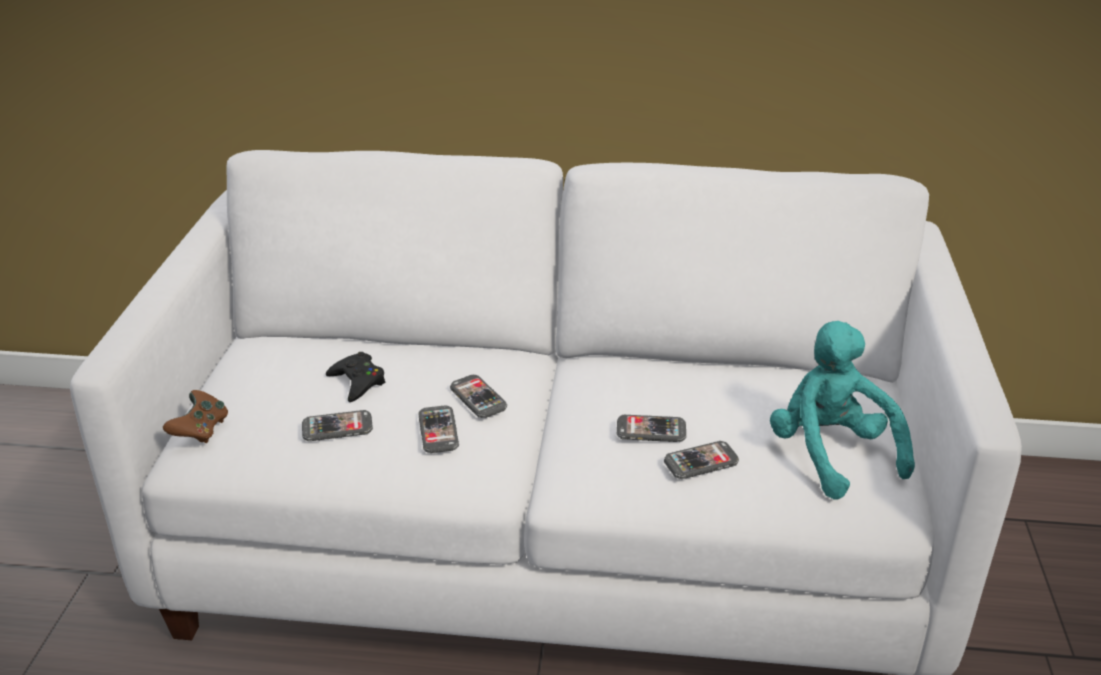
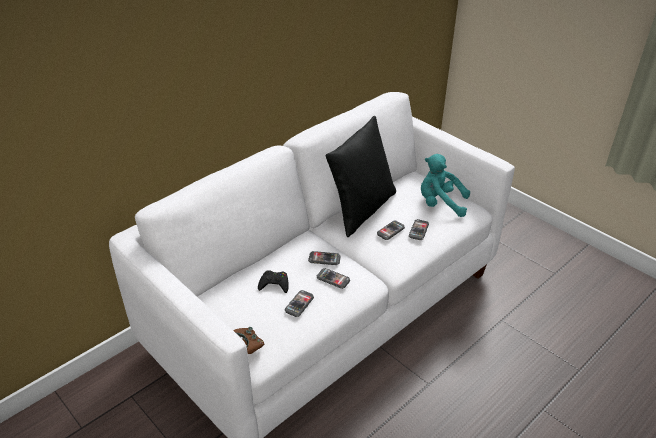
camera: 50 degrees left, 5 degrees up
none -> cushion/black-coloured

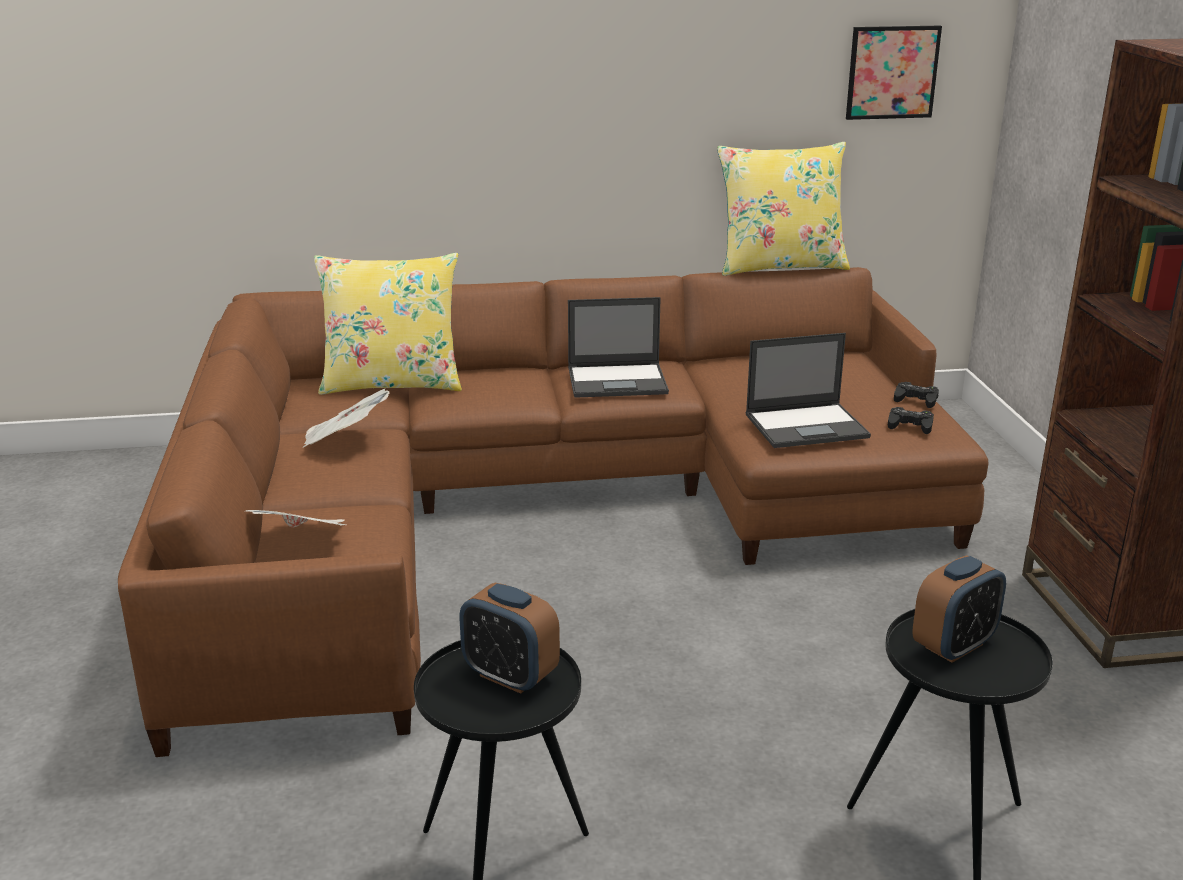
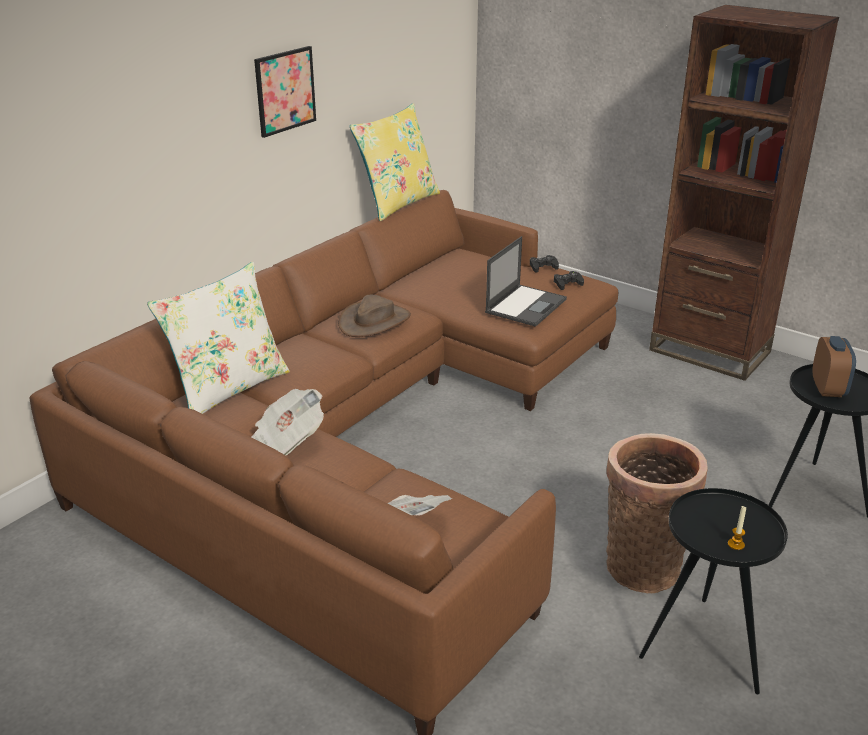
camera: 45 degrees left, 5 degrees up
cushion/yellow (1st from left) -> cushion/white
bedside clock (1st from left) -> none
notebook computer (1st from left) -> clothing hat/brown
wall picture, moved
none -> household basket
none -> candle

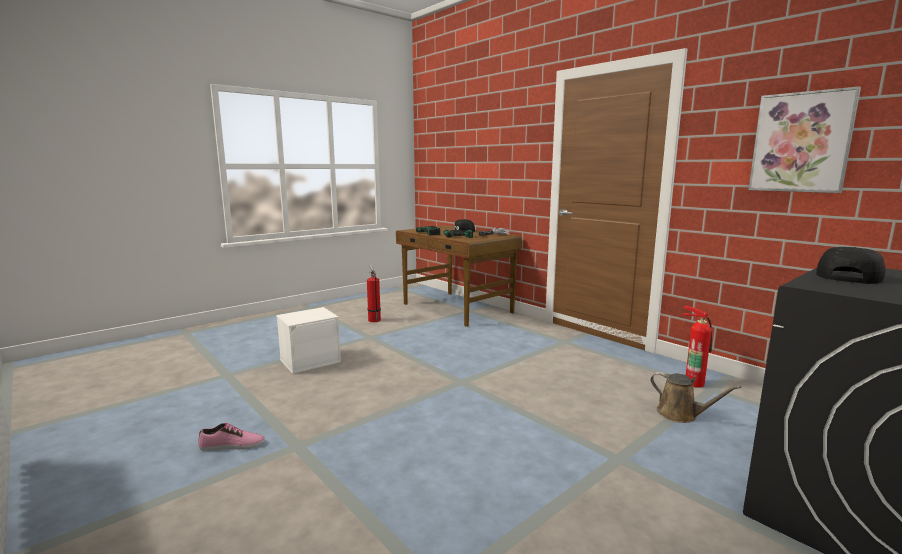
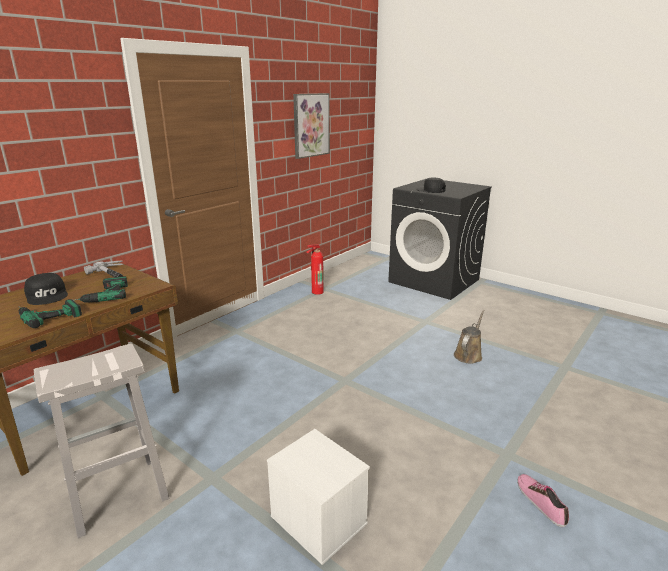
camera: 100 degrees left, 10 degrees up
fire extinguisher (1st from left) -> sitting stool/white
sprinkling can/brown, moved

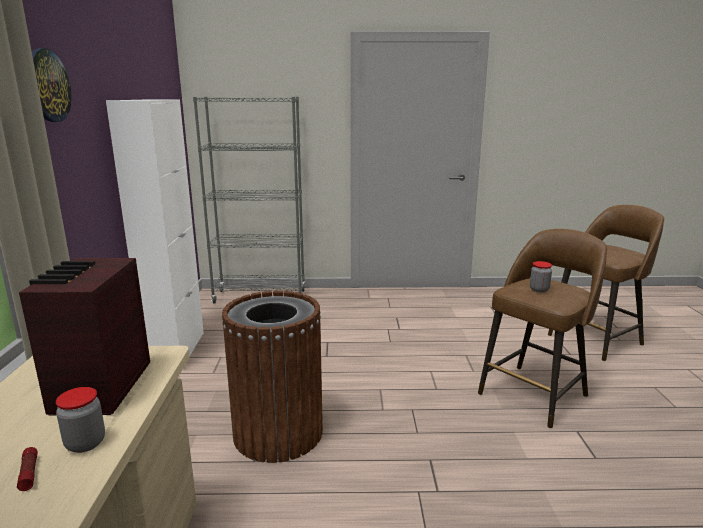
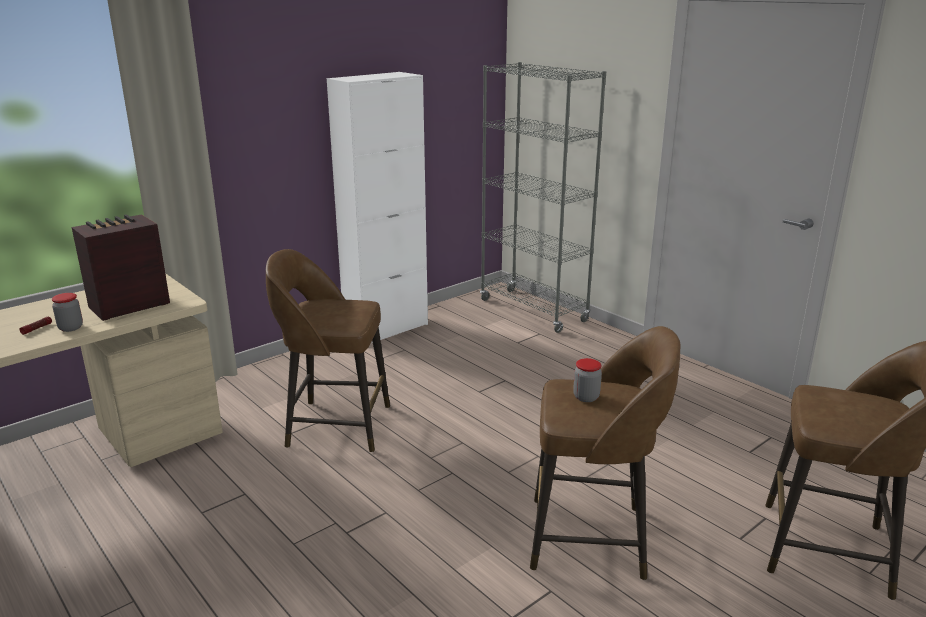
camera: 50 degrees right, 5 degrees up
hanging clock -> none
rubbish bin/brown -> sitting stool/brown (1st from left)

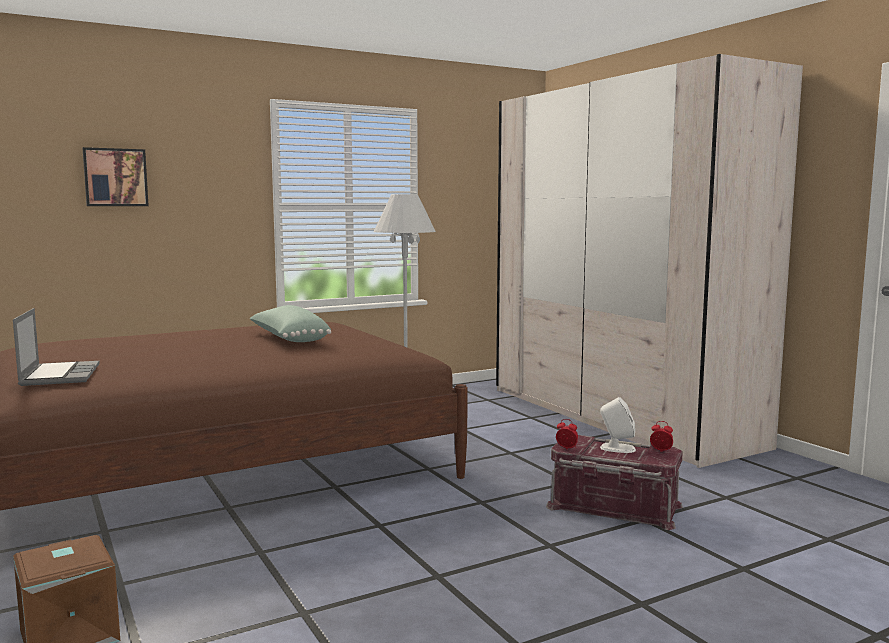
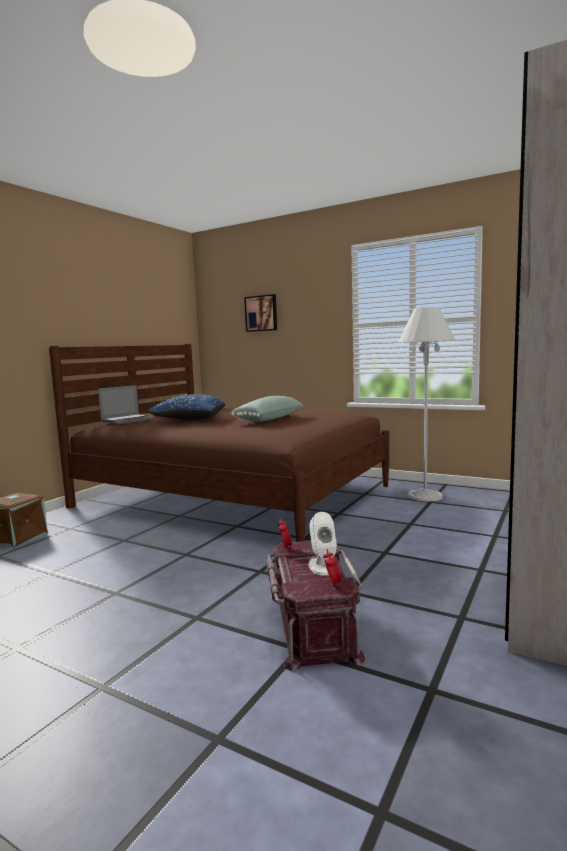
camera: 60 degrees right, 0 degrees up
none -> cushion/blue

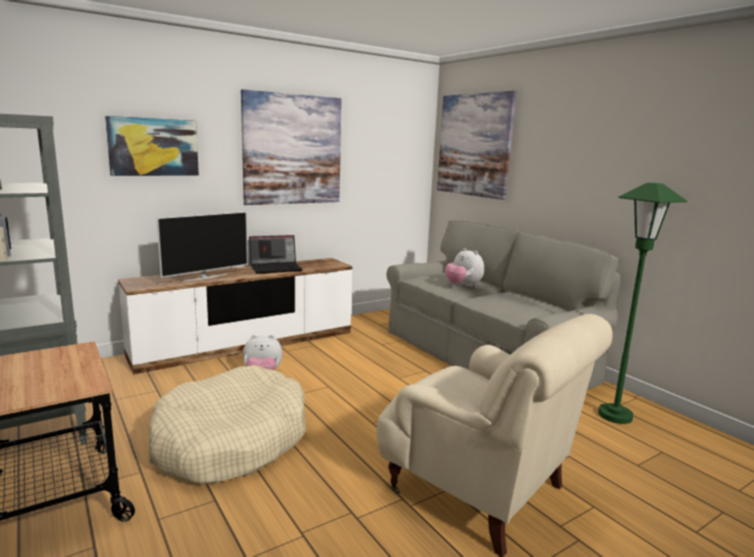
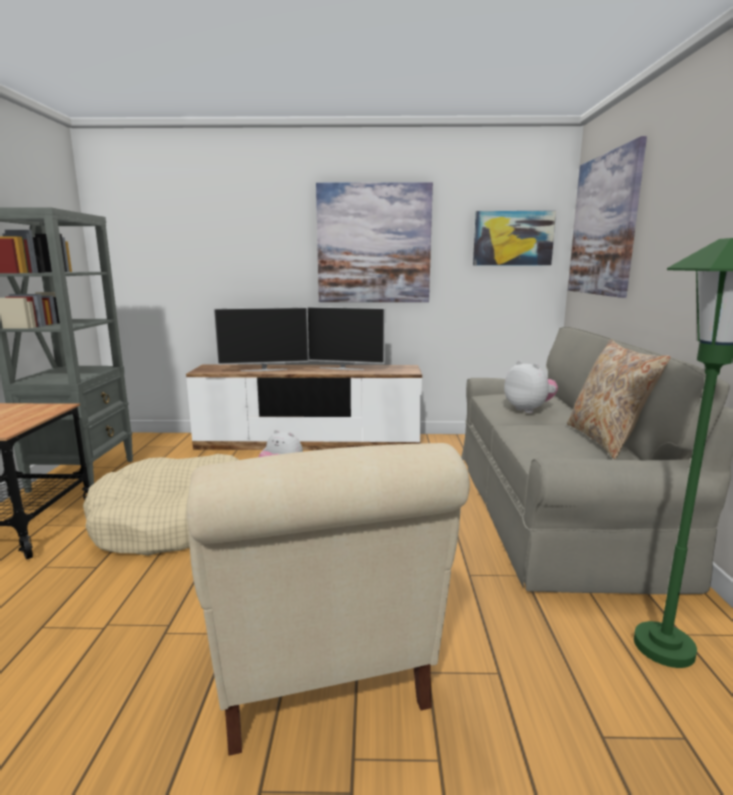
camera: 35 degrees right, 0 degrees up
wall picture (1st from left in the first image) -> wall picture (2nd from left), moved
notebook computer -> TV (2nd from left)
soft toy (2nd from left), 150 degrees clockwise
none -> cushion/beige

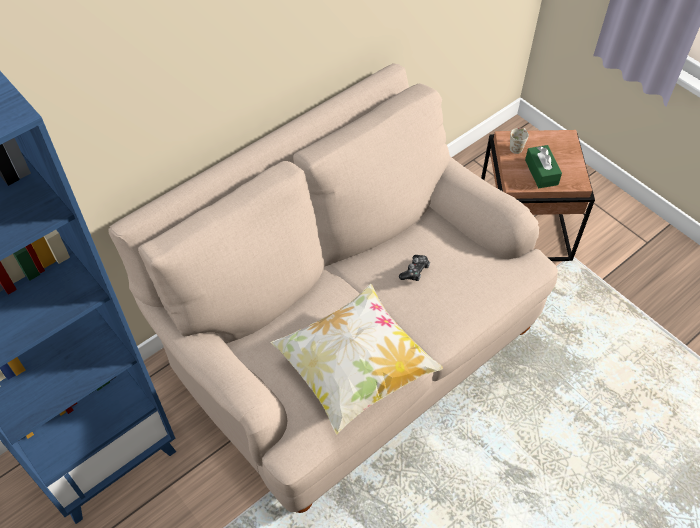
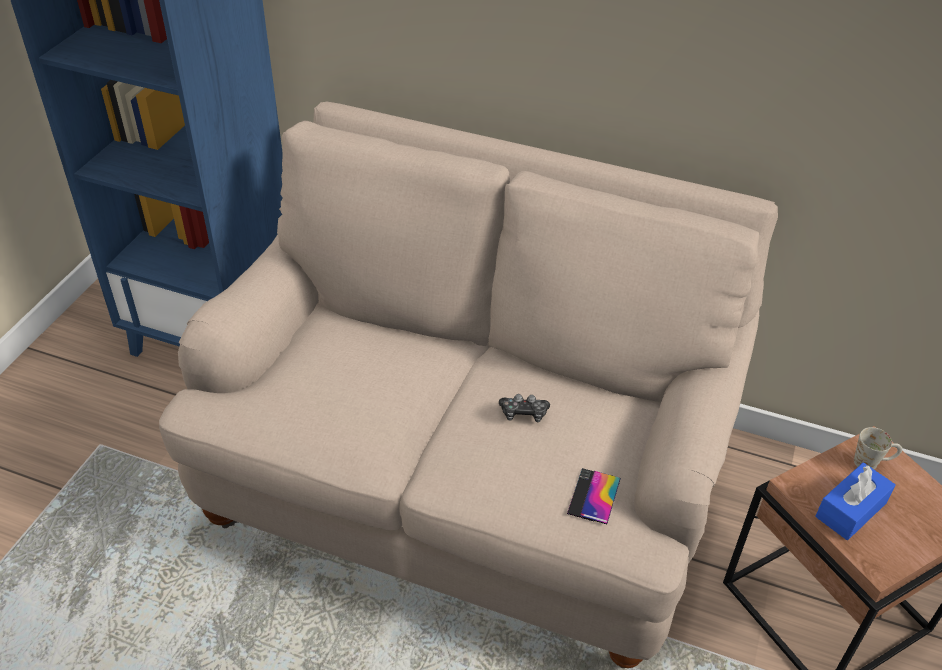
camera: 60 degrees right, 10 degrees down
cushion -> none
tissue holder/green-coloured -> tissue holder/blue
none -> handset

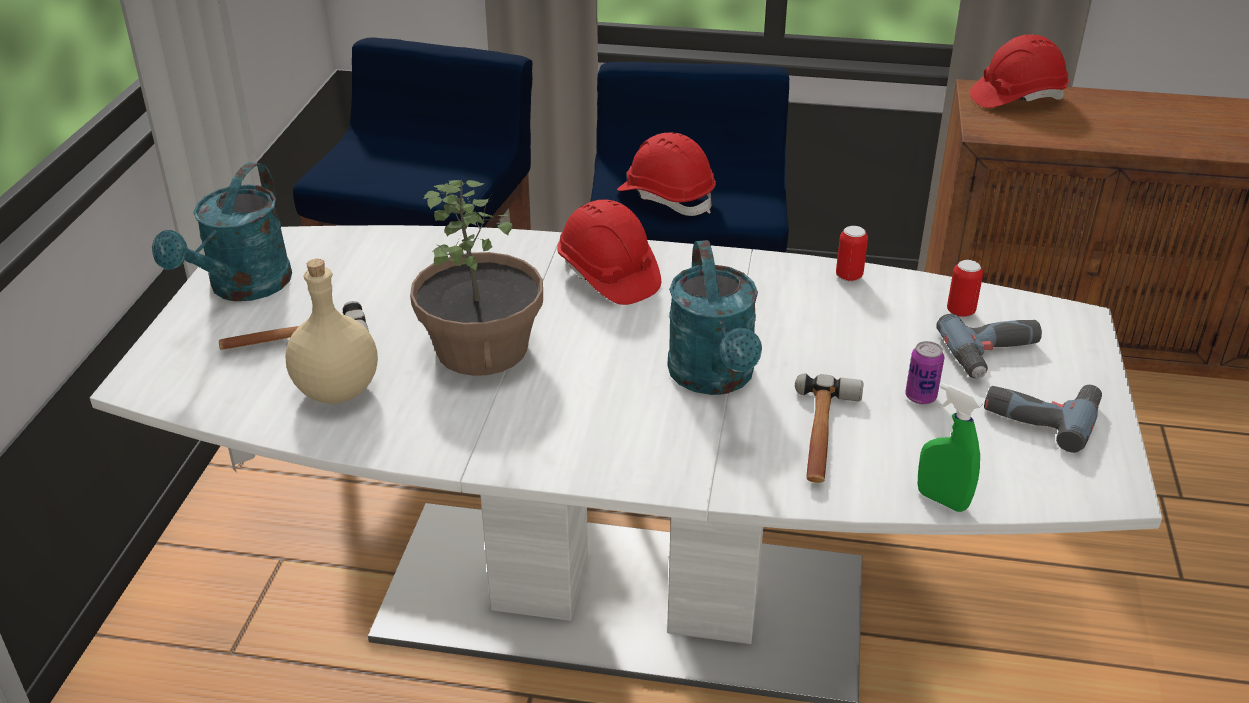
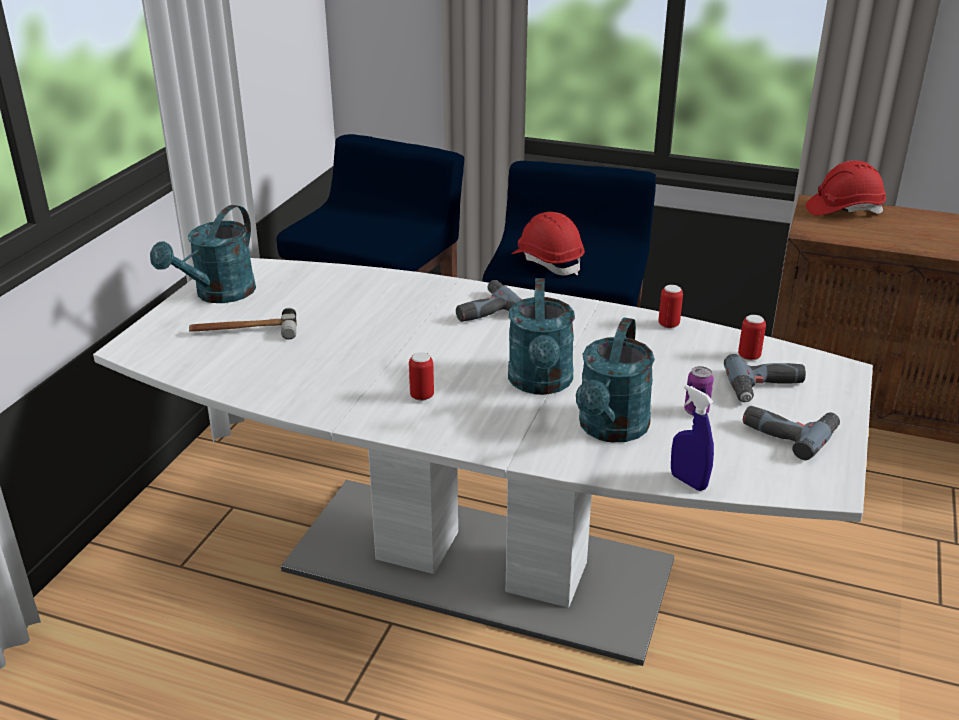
camera: 10 degrees right, 5 degrees down
beverage bottle/beige -> none
potted plant -> none
work helmet/red (1st from left) -> electric drill (1st from left)
hand hammer (2nd from left) -> sprinkling can/turquoise-coloured (3rd from left)
spray bottle/green-coloured -> spray bottle/blue
none -> sealed can (1st from left)

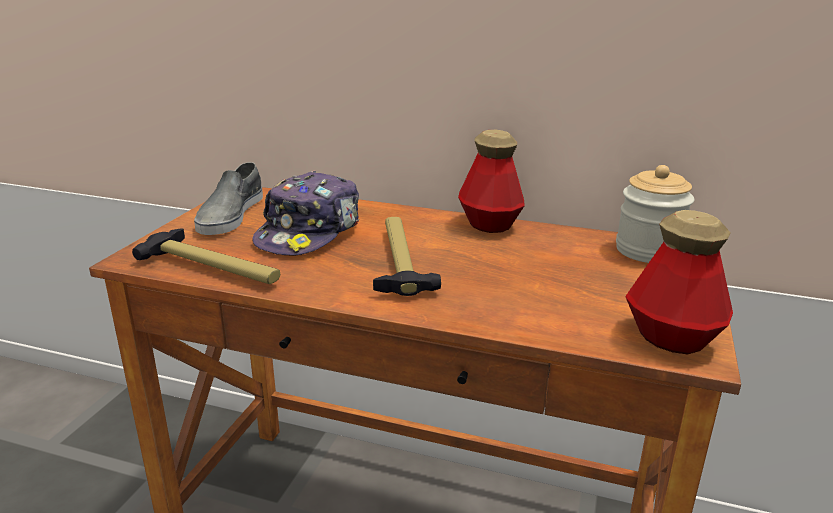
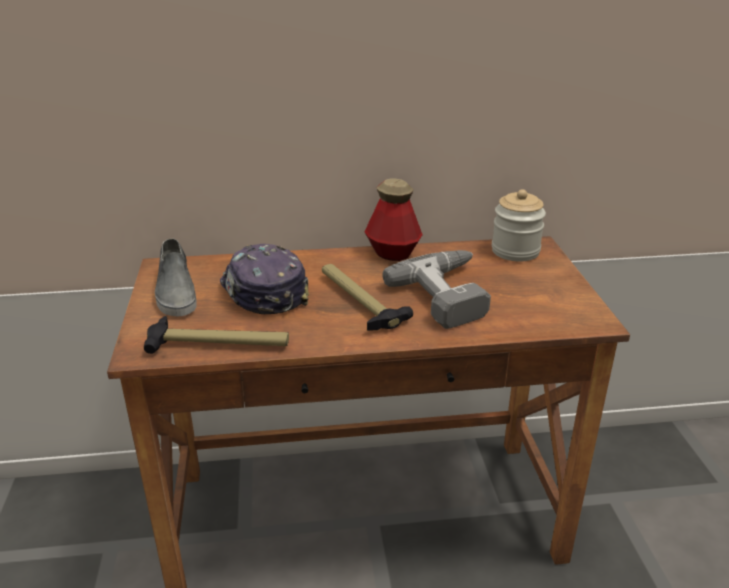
camera: 25 degrees left, 5 degrees up
baseball cap, 150 degrees clockwise
beverage bottle (2nd from left) -> none
none -> electric drill

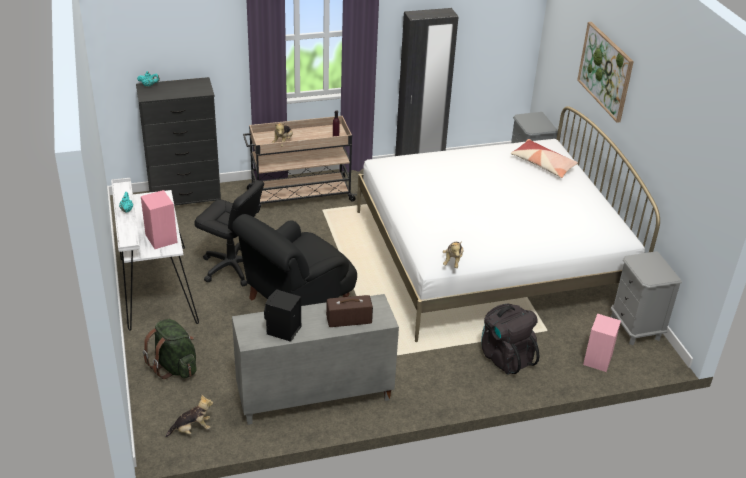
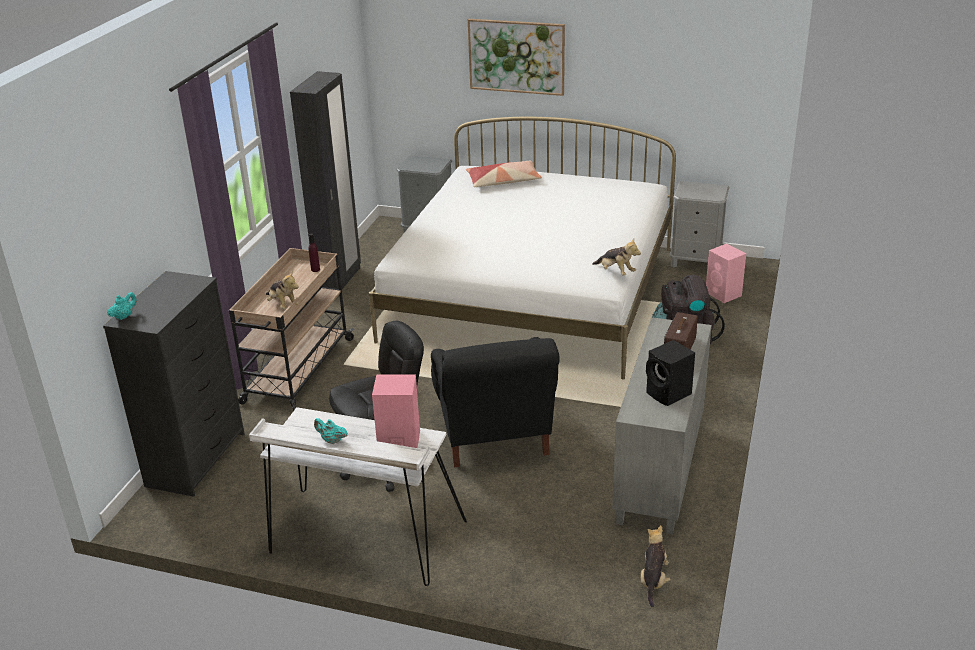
camera: 55 degrees left, 5 degrees down
rucksack/green-coloured -> none

